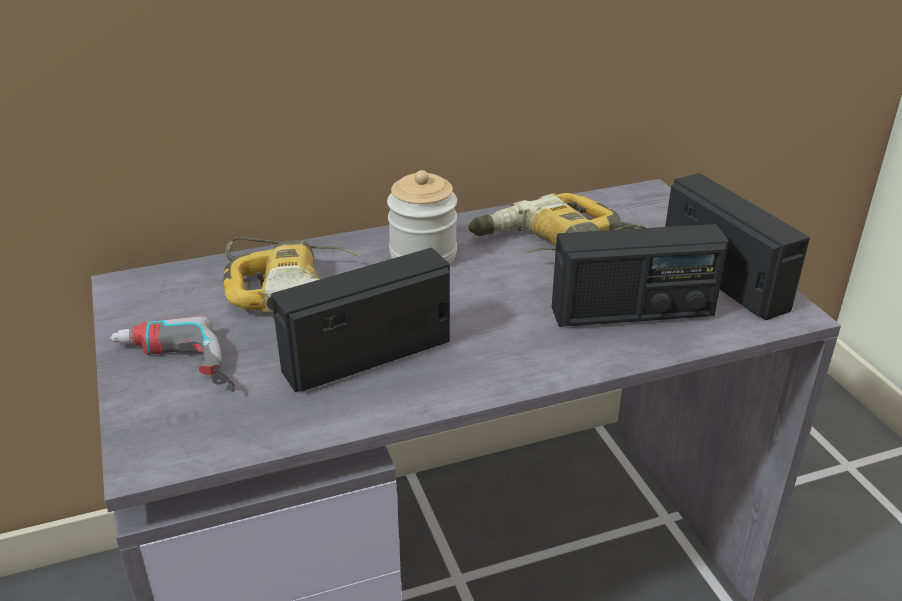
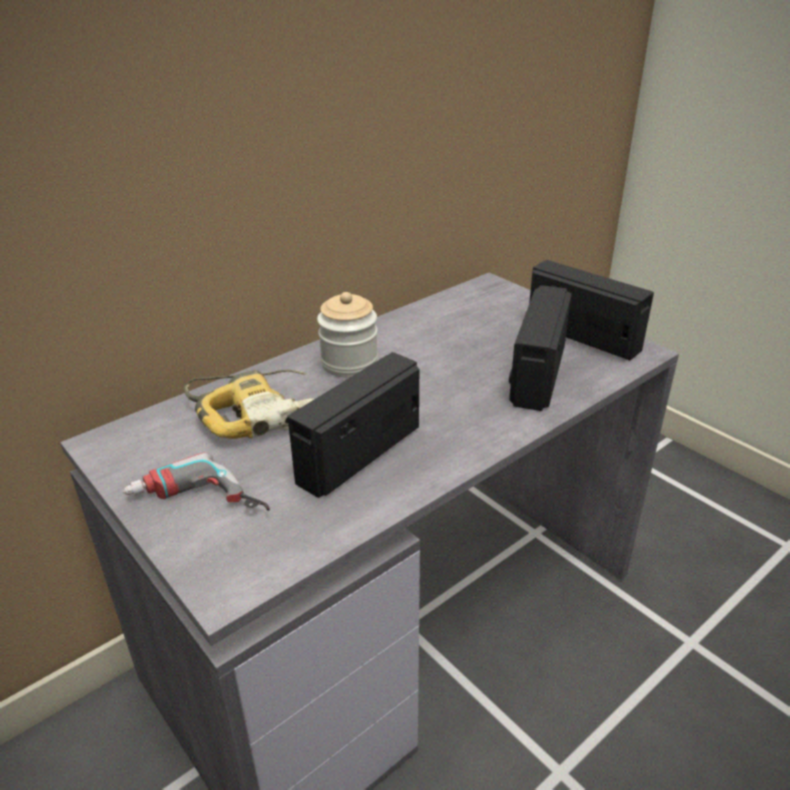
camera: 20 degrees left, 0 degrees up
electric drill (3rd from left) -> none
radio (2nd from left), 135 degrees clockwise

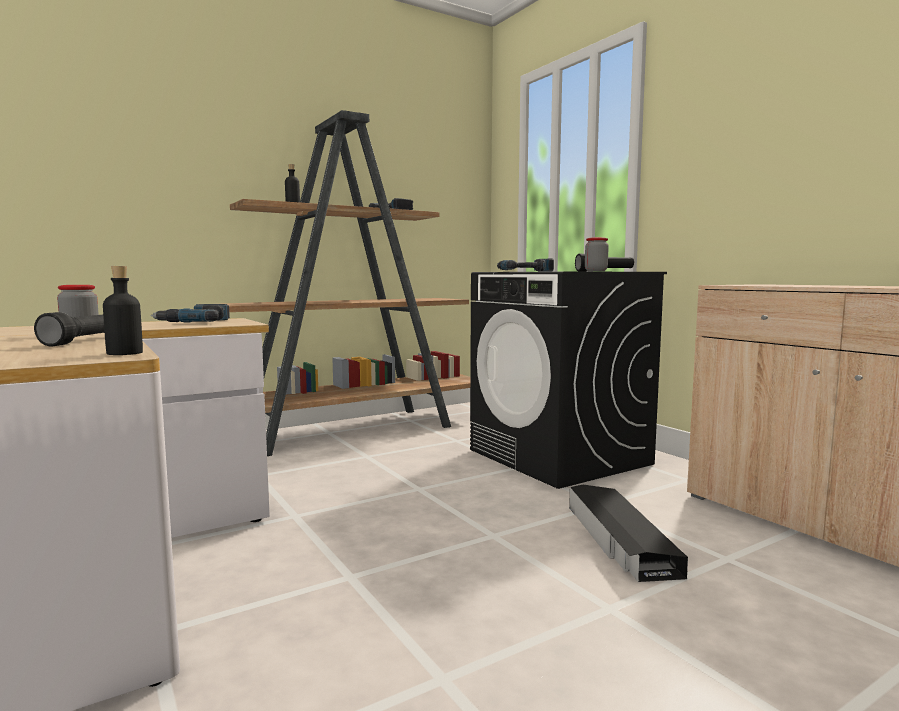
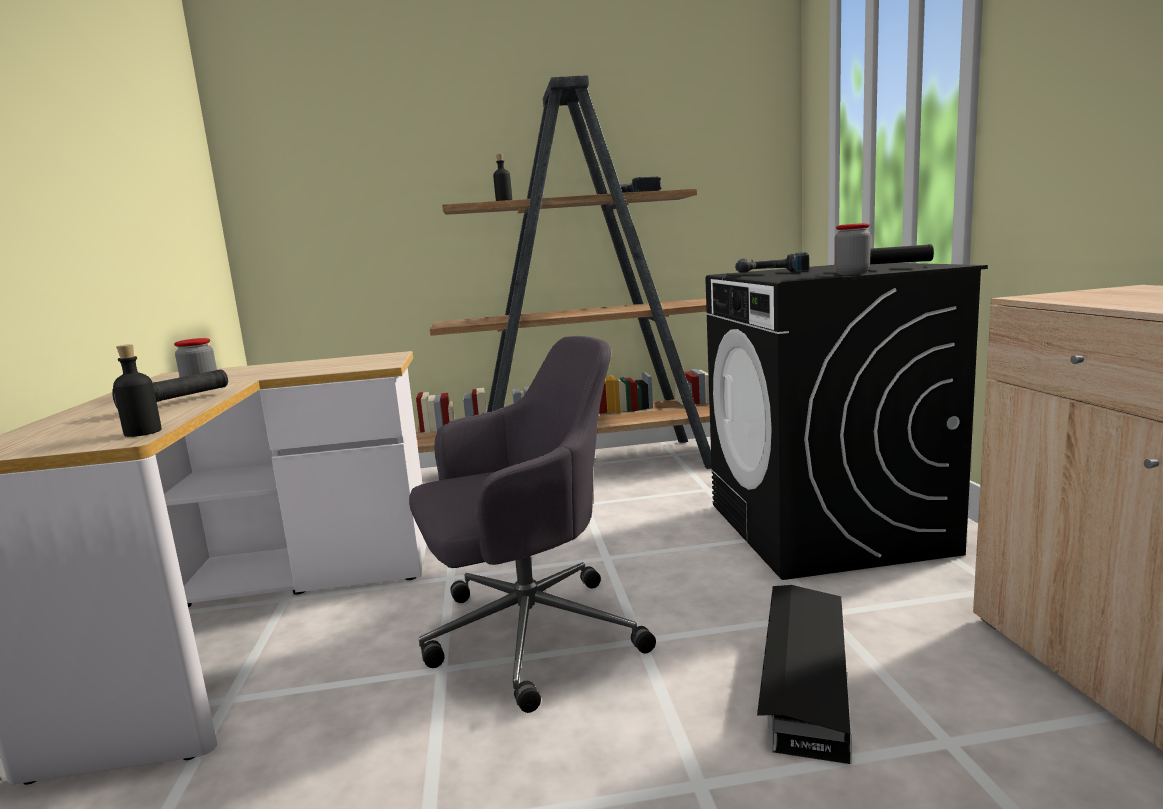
camera: 25 degrees right, 5 degrees up
electric drill (1st from left) -> none
none -> computer chair/gray

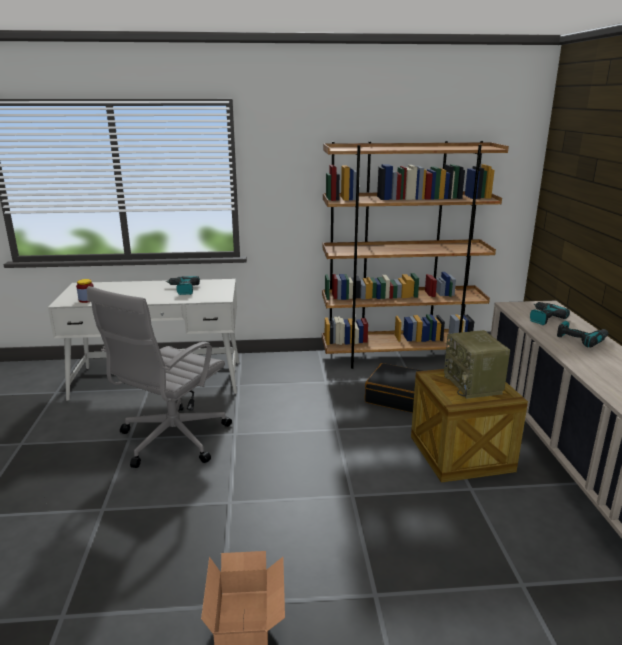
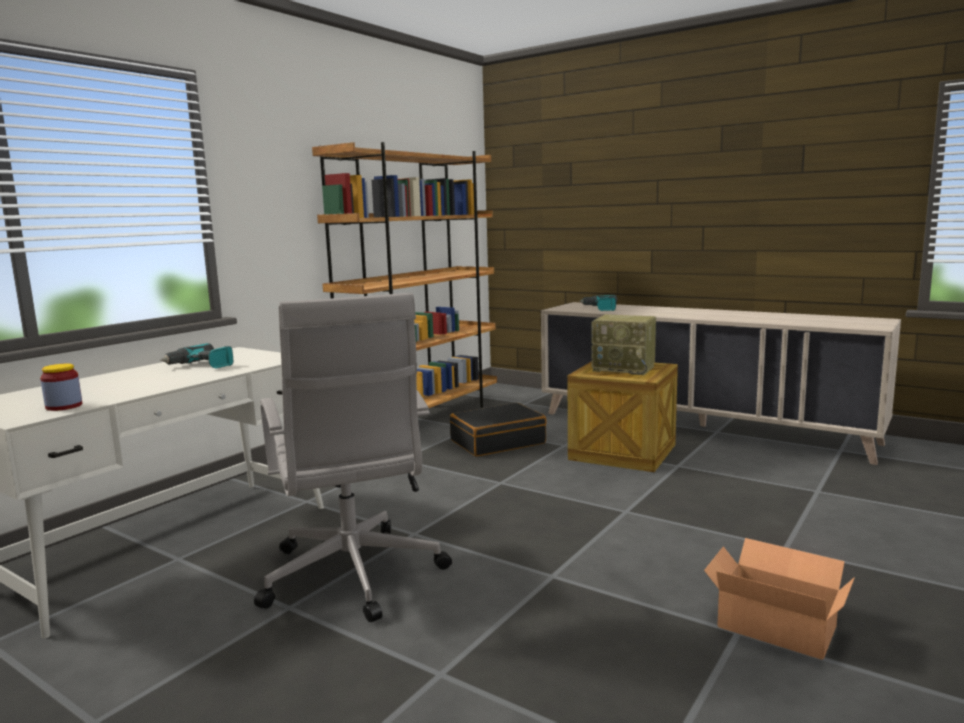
camera: 50 degrees left, 10 degrees down
electric drill (3rd from left) -> none

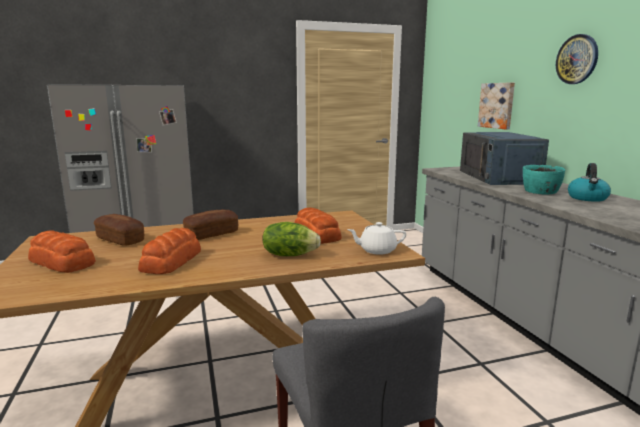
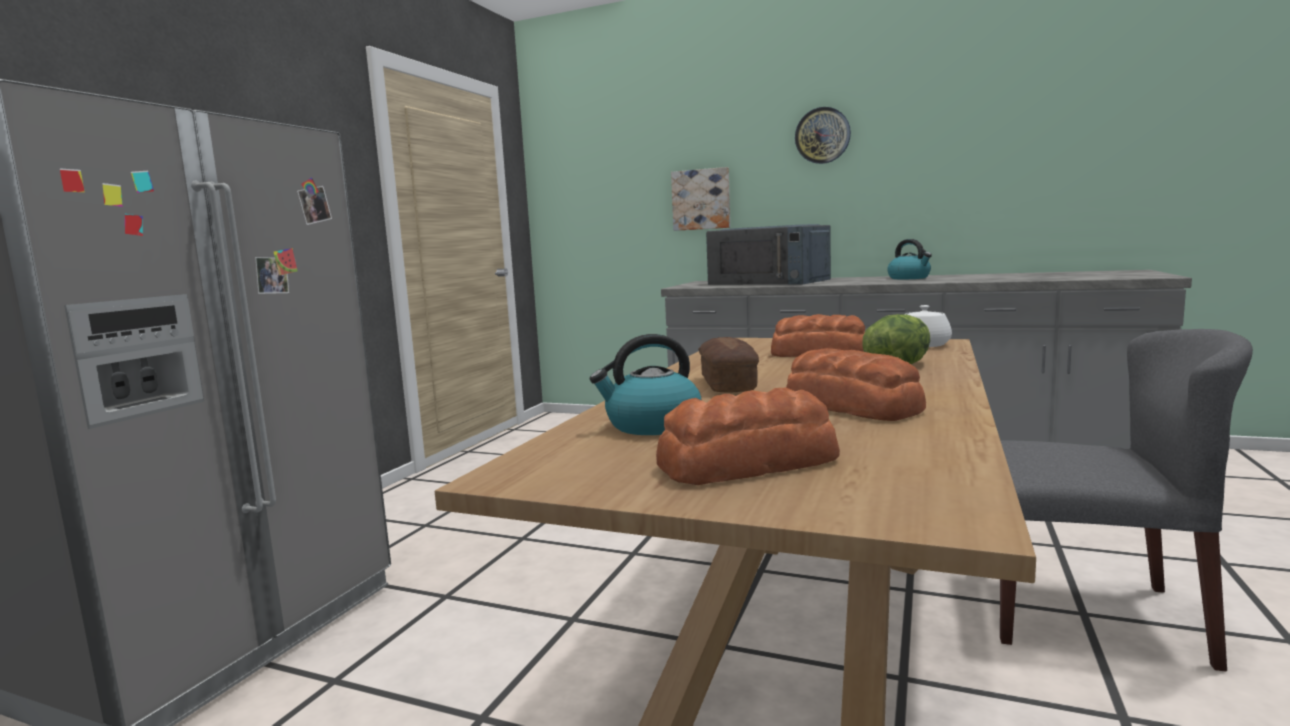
camera: 50 degrees left, 5 degrees down
baked bread (2nd from left) -> water kettle (1st from left)
bowl/turquoise-coloured -> none

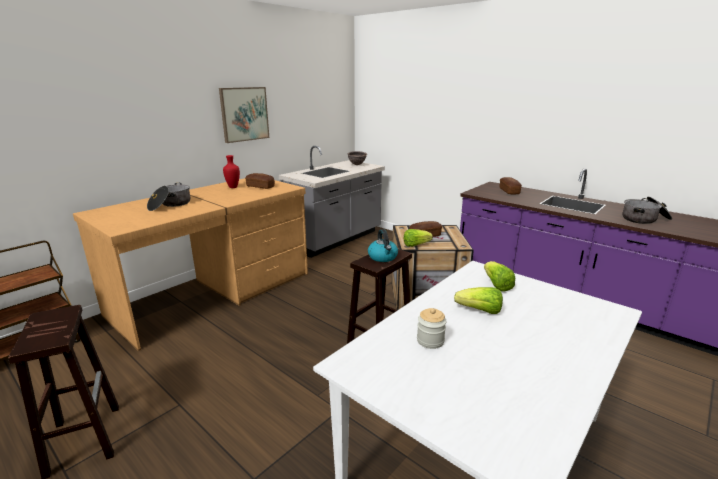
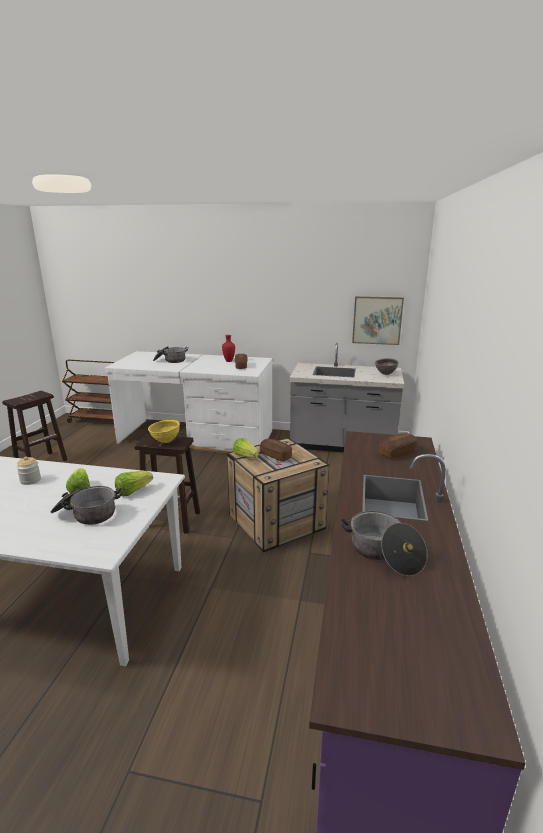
camera: 60 degrees right, 0 degrees up
desk/brown -> desk/white
wall picture, moved
water kettle -> bowl/yellow
none -> stockpot (1st from left)

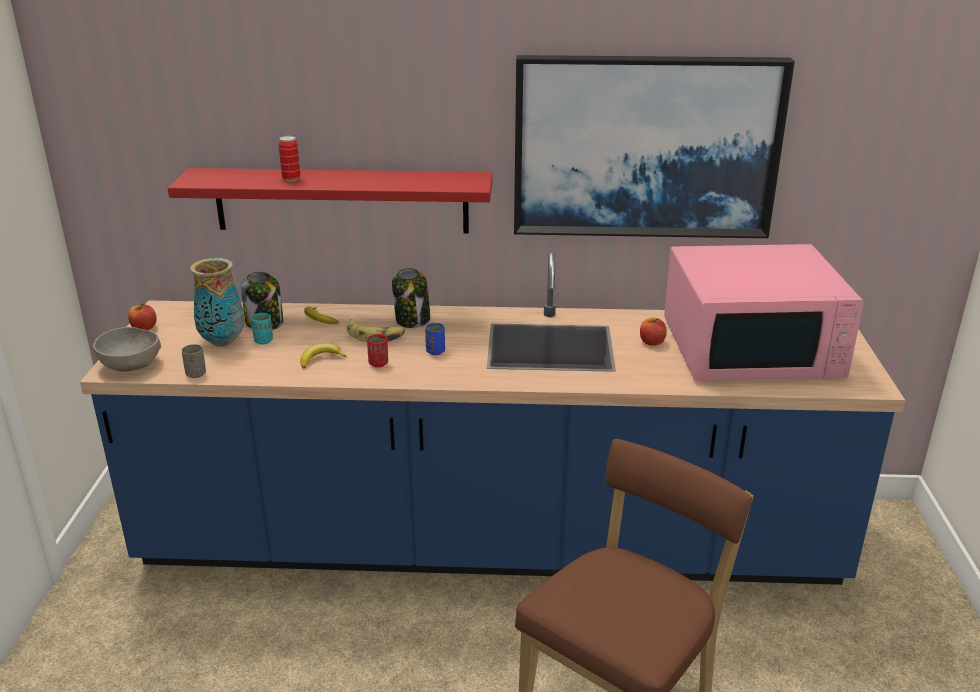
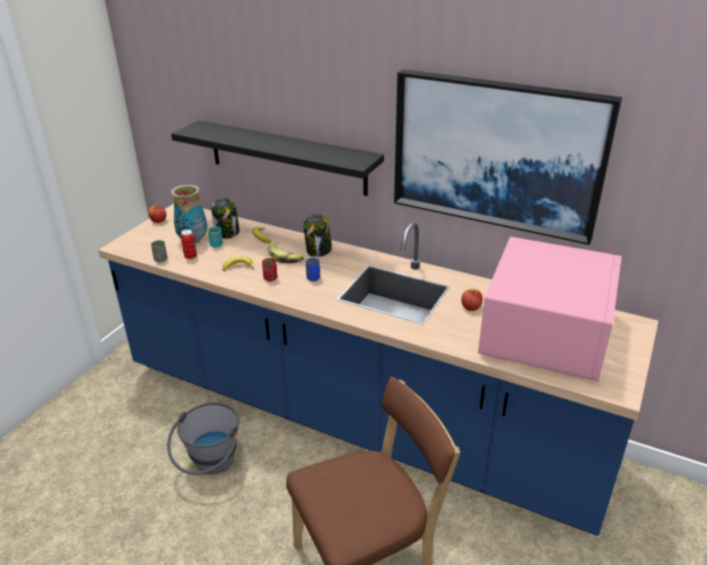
camera: 25 degrees right, 5 degrees up
bowl/gray -> none
bracket shelf/red -> bracket shelf/black-coloured
sealed can, moved
microwave oven/pink-coloured, 90 degrees counterclockwise
none -> bucket/gray

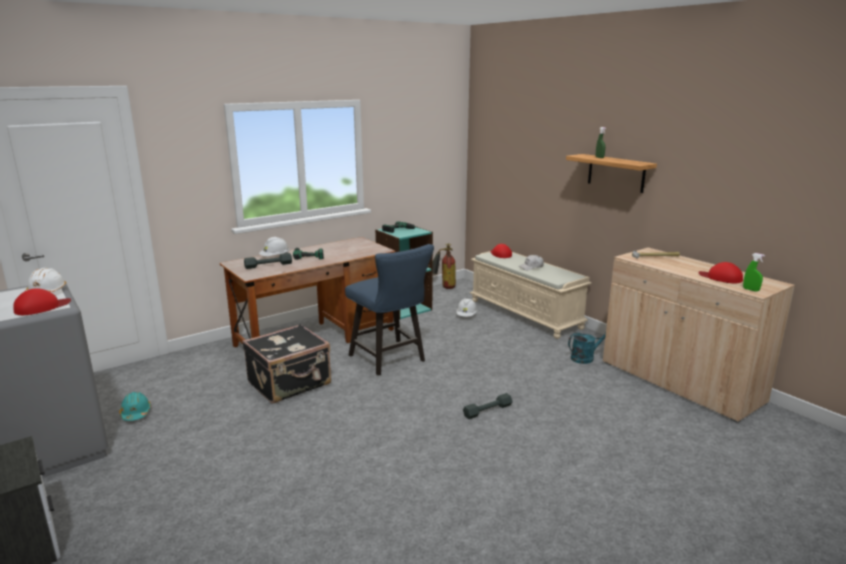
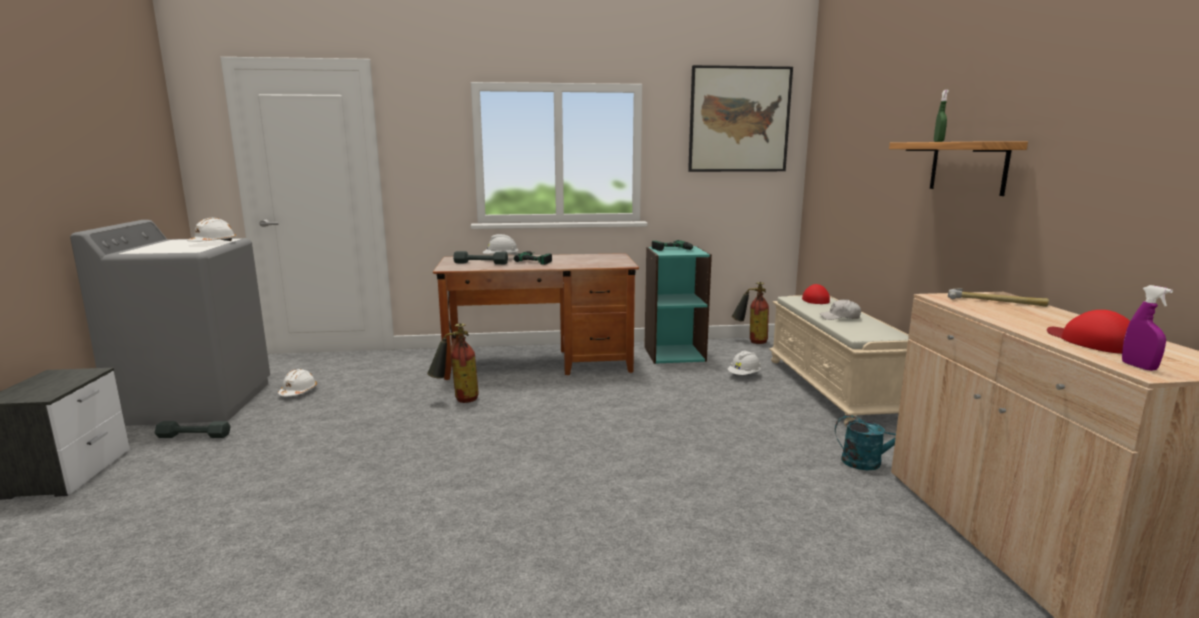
camera: 30 degrees right, 5 degrees down
baseball cap/red (1st from left) -> none
work helmet/turquoise-coloured -> work helmet/white (2nd from left)
suitcase/black-coloured -> fire extinguisher (1st from left)
plain chair/blue -> none
hand weight/gray (2nd from left in the first image) -> hand weight/gray (1st from left), moved
spray bottle/green-coloured (2nd from left) -> spray bottle/purplish
none -> wall picture

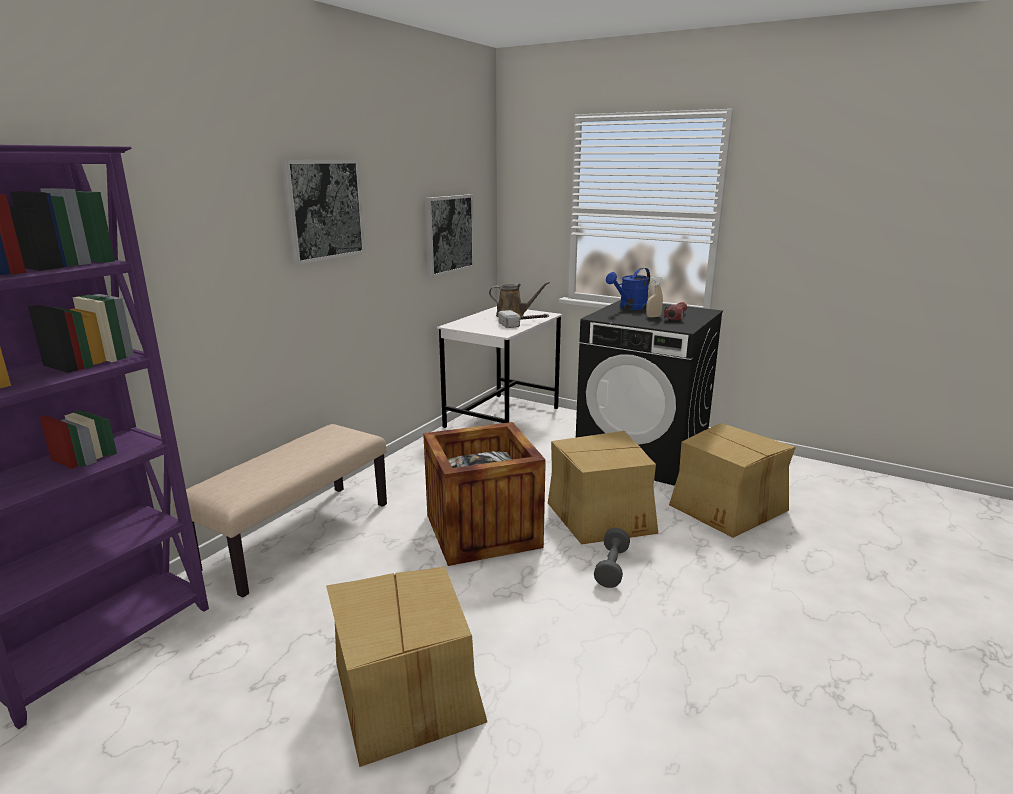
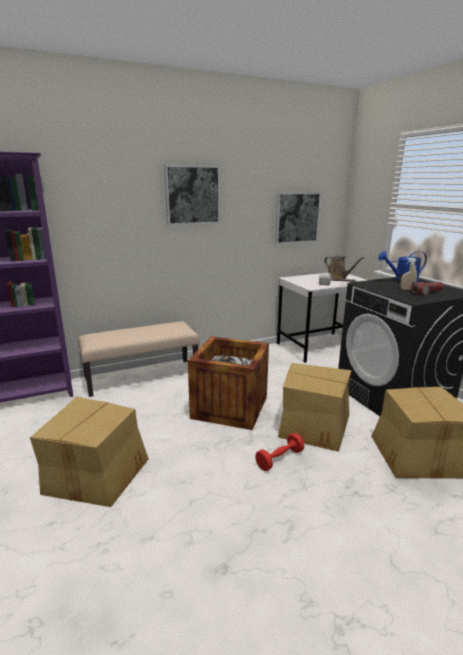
camera: 35 degrees right, 0 degrees up
hand weight/gray -> hand weight/red

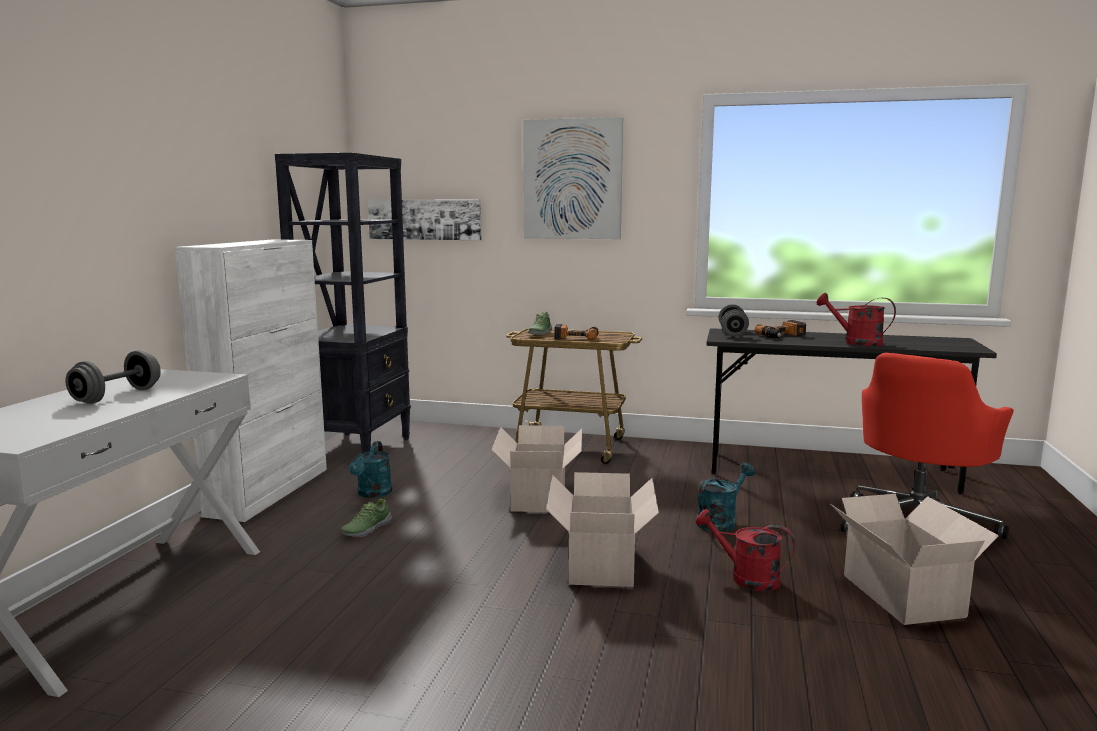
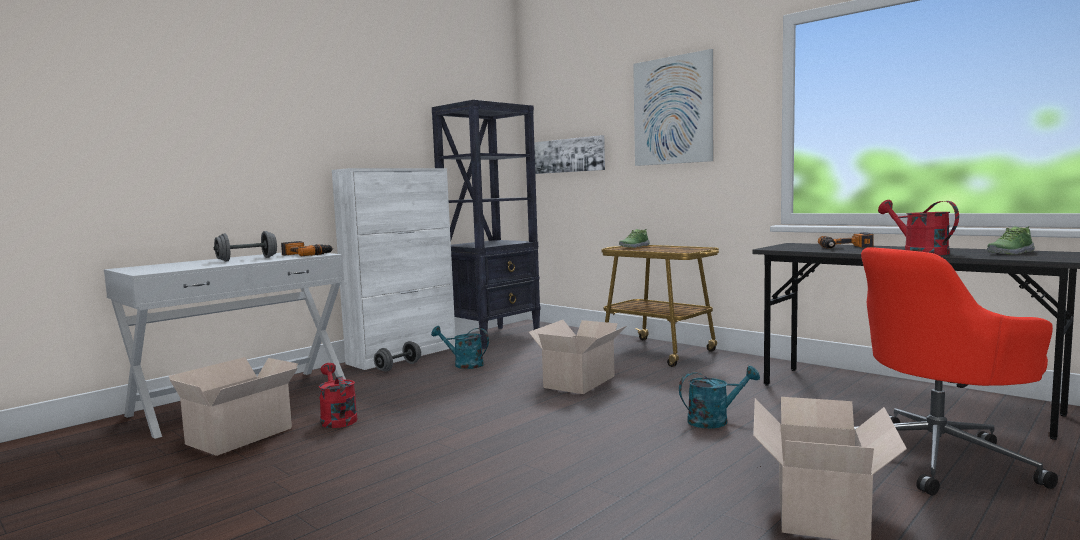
camera: 30 degrees right, 5 degrees down
shoe (1st from left in the first image) -> shoe (2nd from left), moved
sprinkling can/turquoise-coloured (1st from left), 75 degrees clockwise
cardboard box (2nd from left in the first image) -> cardboard box (1st from left), moved
electric drill (1st from left), moved
sprinkling can/red (1st from left), moved
hand weight/gray (2nd from left), moved

